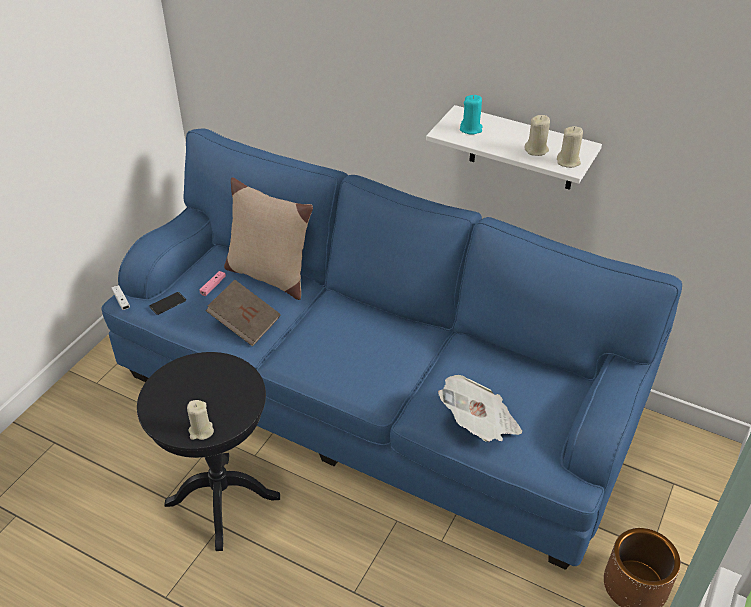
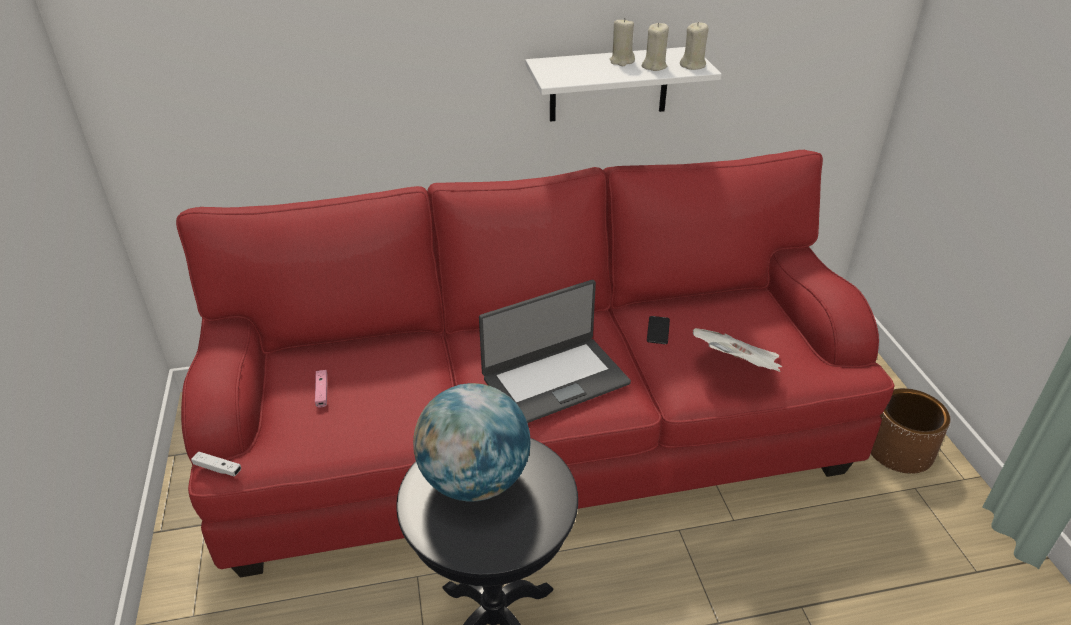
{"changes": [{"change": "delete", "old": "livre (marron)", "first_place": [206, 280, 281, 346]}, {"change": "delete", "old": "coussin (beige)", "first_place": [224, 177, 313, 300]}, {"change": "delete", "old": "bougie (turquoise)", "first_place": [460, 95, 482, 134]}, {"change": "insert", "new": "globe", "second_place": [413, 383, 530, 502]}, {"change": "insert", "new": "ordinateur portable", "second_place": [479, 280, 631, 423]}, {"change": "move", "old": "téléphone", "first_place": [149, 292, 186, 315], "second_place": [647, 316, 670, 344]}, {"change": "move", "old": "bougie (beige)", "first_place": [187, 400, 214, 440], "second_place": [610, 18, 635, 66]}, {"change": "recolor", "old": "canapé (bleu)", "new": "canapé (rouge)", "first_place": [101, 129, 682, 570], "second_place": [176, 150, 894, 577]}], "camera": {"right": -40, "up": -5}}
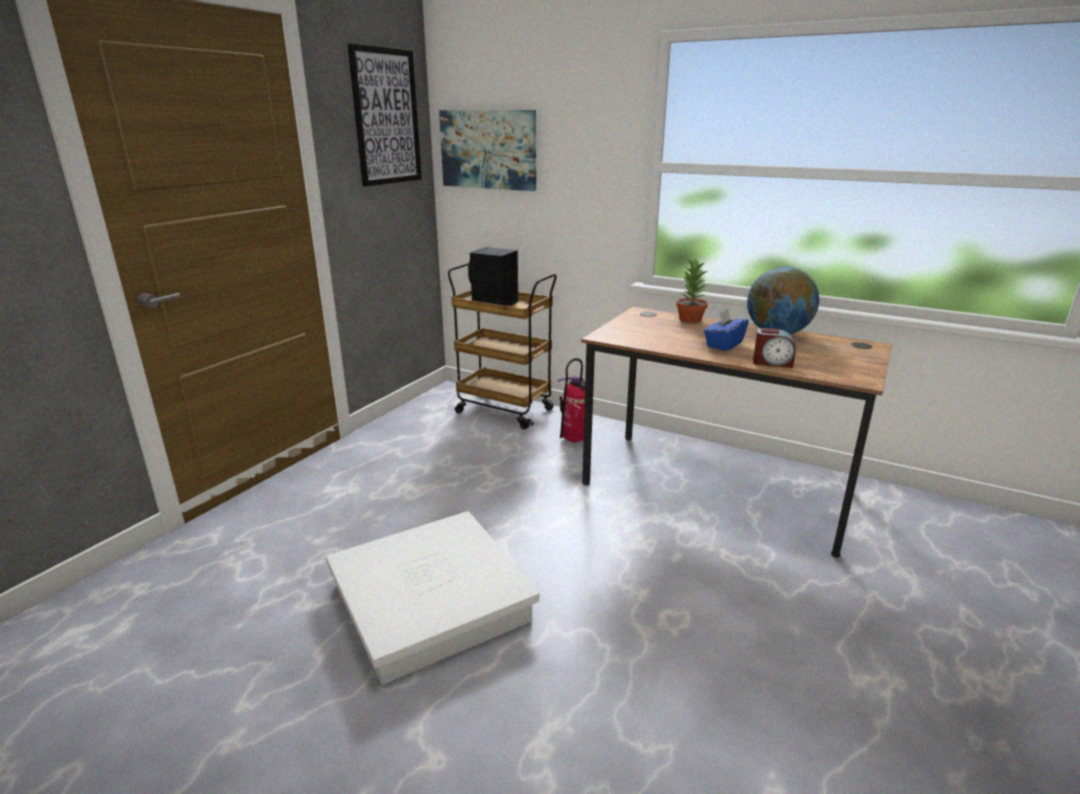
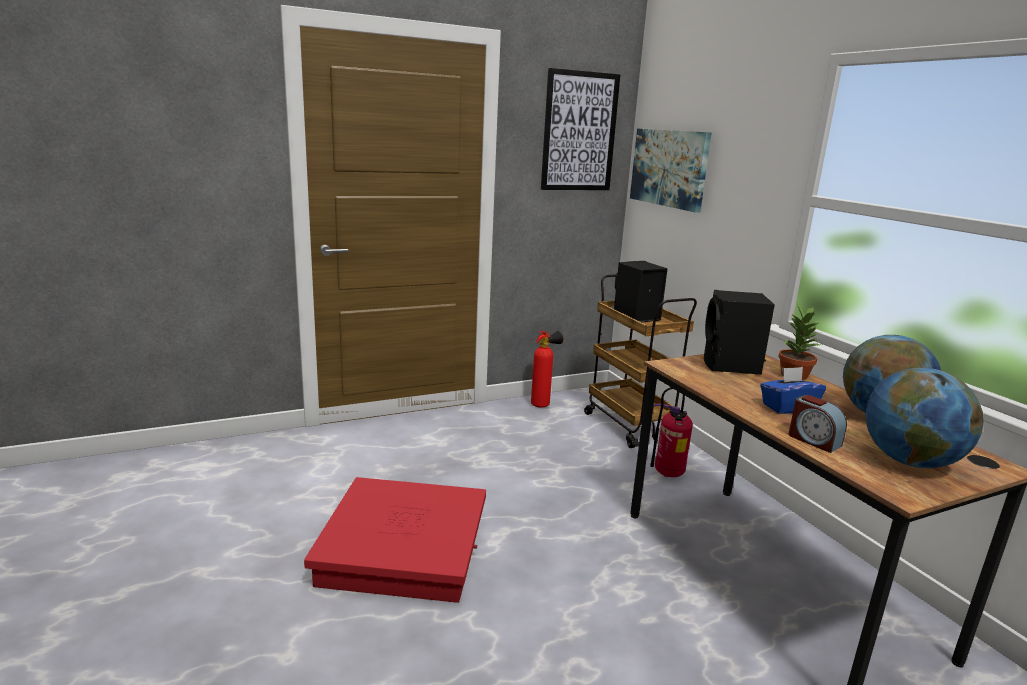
{"changes": [{"change": "insert", "new": "extincteur", "second_place": [531, 331, 563, 408]}, {"change": "insert", "new": "enceinte (noir)", "second_place": [704, 290, 775, 375]}, {"change": "insert", "new": "globe", "second_place": [866, 367, 984, 468]}, {"change": "recolor", "old": "boîte de rangement (blanc)", "new": "boîte de rangement (rouge)", "first_place": [326, 511, 540, 685], "second_place": [304, 477, 486, 603]}], "camera": {"right": 35, "up": -5}}
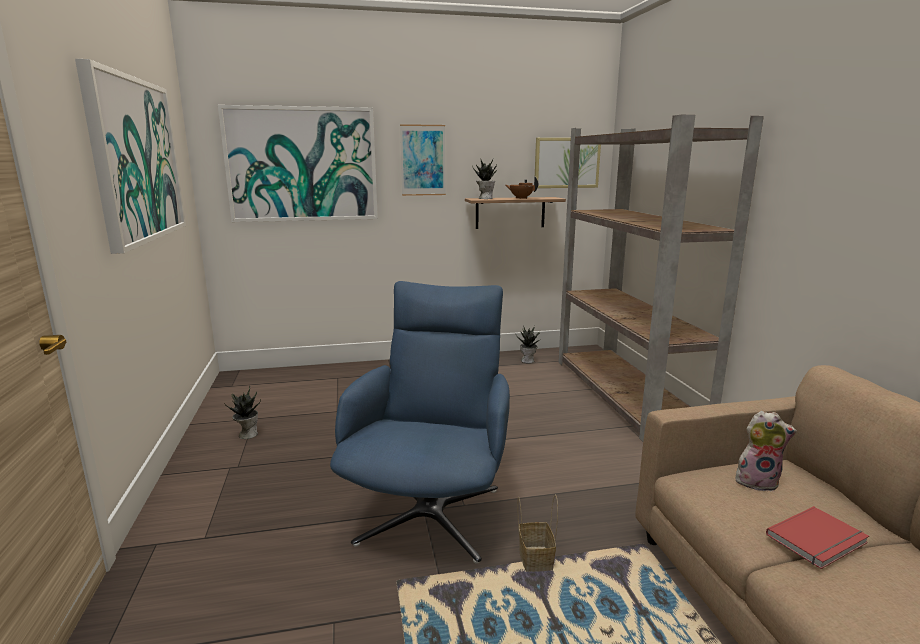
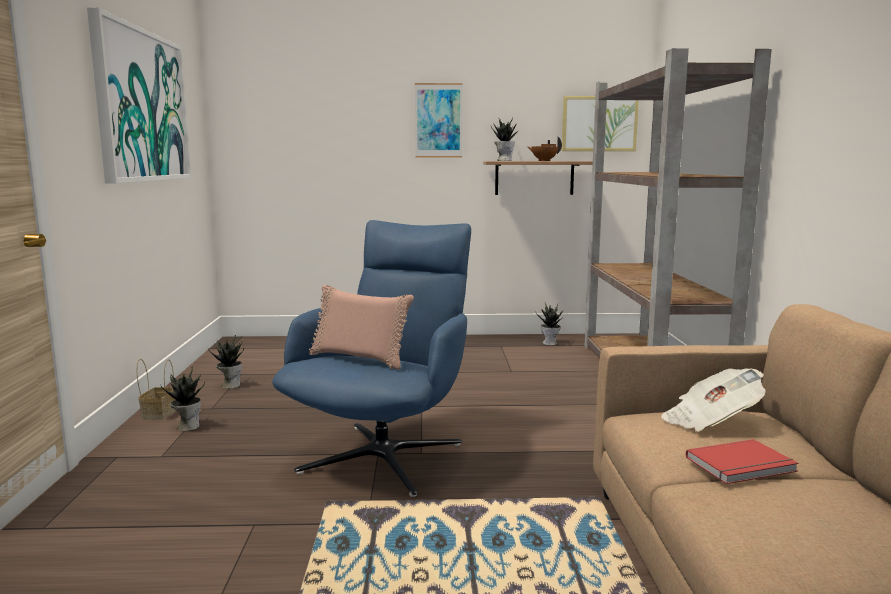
{"changes": [{"change": "delete", "old": "tableau", "first_place": [218, 105, 378, 222]}, {"change": "insert", "new": "plante en pot", "second_place": [161, 367, 205, 431]}, {"change": "insert", "new": "coussin (beige)", "second_place": [309, 285, 414, 370]}, {"change": "move", "old": "panier", "first_place": [517, 495, 558, 572], "second_place": [136, 359, 176, 420]}, {"change": "replace", "old": "peluche", "new": "journal", "first_place": [735, 411, 797, 491], "second_place": [661, 369, 766, 431]}], "camera": {"right": 10, "up": -5}}
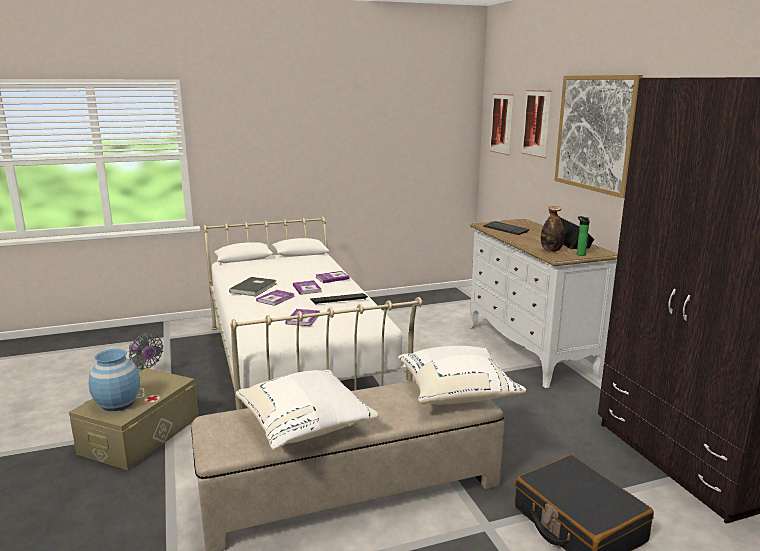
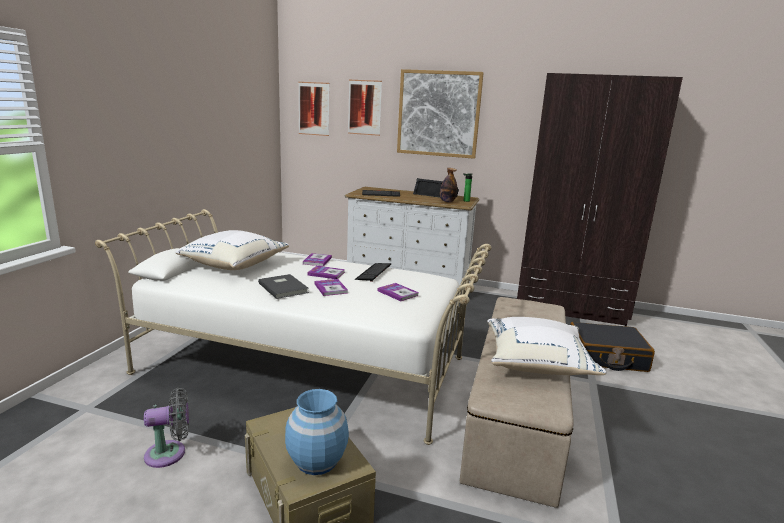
{"changes": [{"change": "move", "old": "coussin (blanc)", "first_place": [398, 346, 526, 405], "second_place": [175, 230, 289, 270]}], "camera": {"right": -55, "up": 0}}
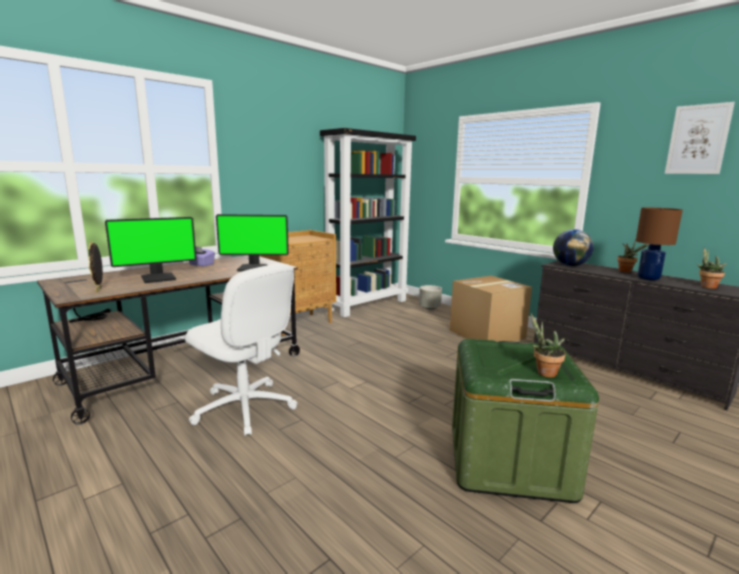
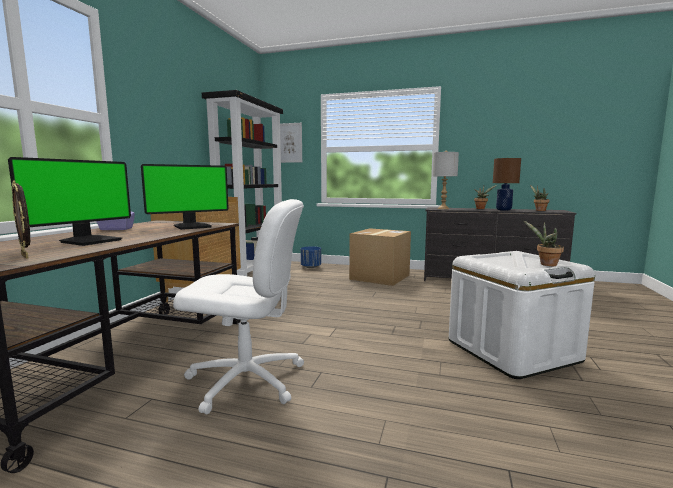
{"changes": [{"change": "move", "old": "tableau", "first_place": [665, 102, 735, 174], "second_place": [280, 123, 302, 163]}, {"change": "replace", "old": "globe", "new": "lampe de table (gris)", "first_place": [553, 229, 594, 266], "second_place": [433, 150, 459, 209]}, {"change": "recolor", "old": "cache-pot (gris)", "new": "cache-pot (bleu)", "first_place": [419, 285, 442, 310], "second_place": [301, 246, 321, 268]}, {"change": "recolor", "old": "boîte de rangement (vert)", "new": "boîte de rangement (blanc)", "first_place": [452, 339, 599, 503], "second_place": [449, 251, 595, 379]}], "camera": {"right": -30, "up": -5}}
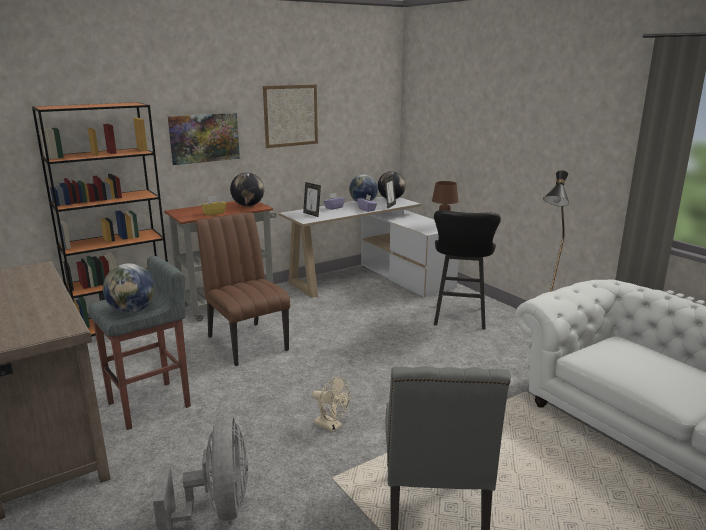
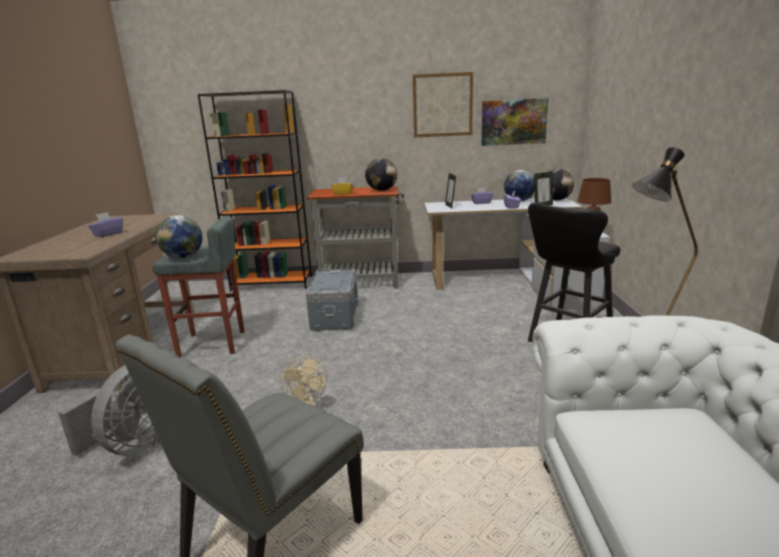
{"changes": [{"change": "insert", "new": "boîte à mouchoirs (violet)", "second_place": [88, 212, 123, 237]}, {"change": "move", "old": "tableau", "first_place": [168, 113, 240, 165], "second_place": [482, 98, 548, 146]}, {"change": "replace", "old": "chaise (marron)", "new": "boîte de rangement (gris)", "first_place": [195, 212, 291, 366], "second_place": [306, 268, 358, 331]}], "camera": {"right": 35, "up": 0}}
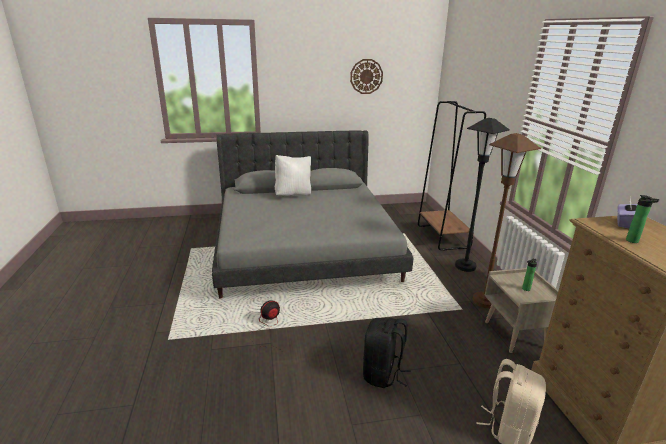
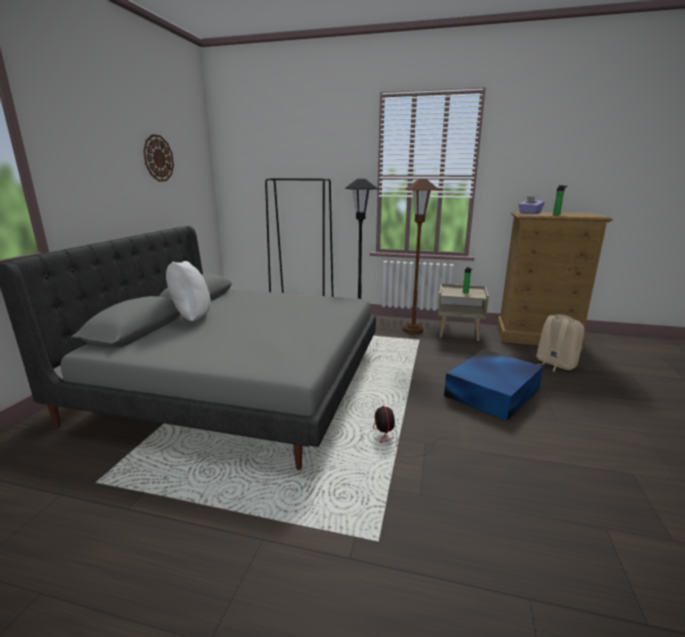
{"changes": [{"change": "replace", "old": "sac à dos (noir)", "new": "boîte de rangement (bleu)", "first_place": [363, 318, 411, 388], "second_place": [444, 349, 543, 421]}], "camera": {"right": -65, "up": -5}}
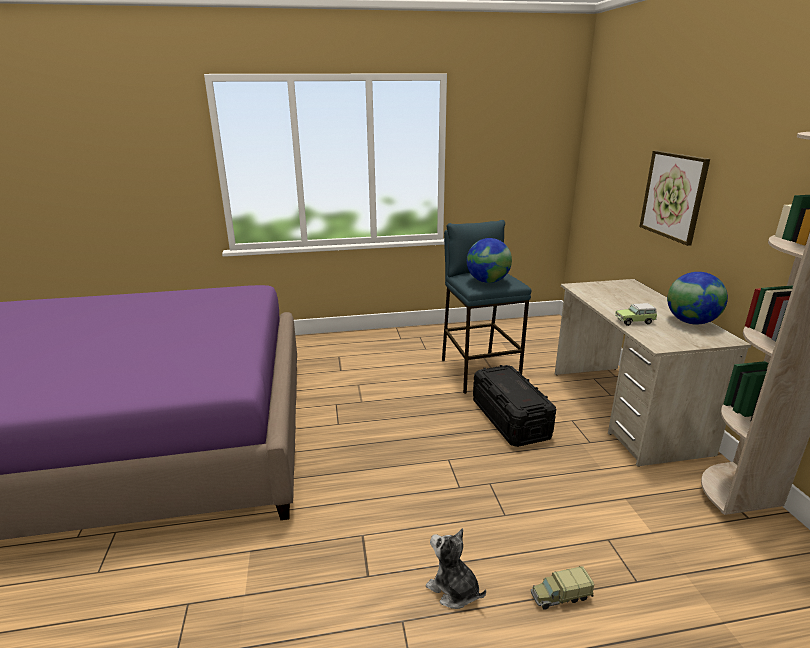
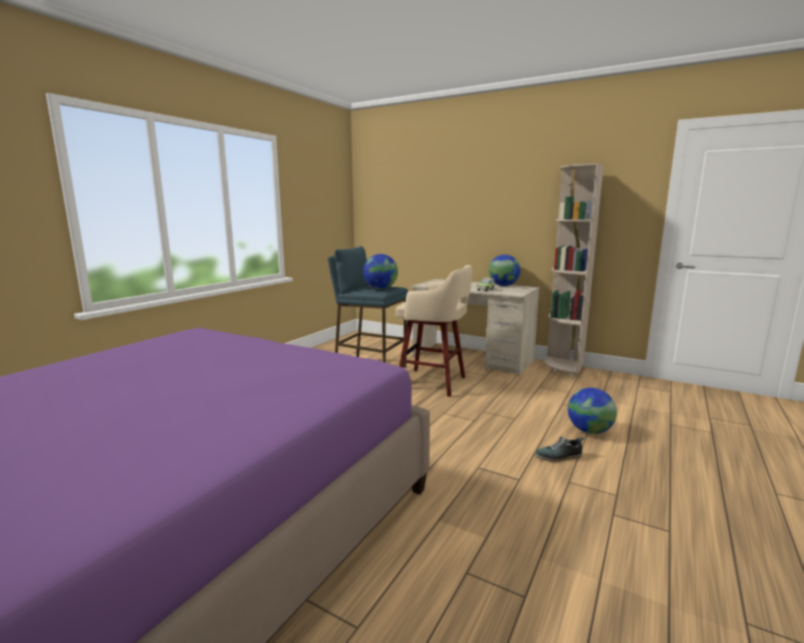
{"changes": [{"change": "delete", "old": "tableau", "first_place": [639, 151, 710, 246]}, {"change": "replace", "old": "peluche", "new": "chaussure", "first_place": [426, 528, 486, 609], "second_place": [535, 437, 584, 462]}, {"change": "replace", "old": "boîte de rangement (noir)", "new": "tabouret (beige)", "first_place": [473, 365, 556, 447], "second_place": [396, 265, 472, 397]}, {"change": "replace", "old": "camion jouet", "new": "globe", "first_place": [531, 566, 594, 610], "second_place": [568, 388, 617, 434]}], "camera": {"right": -50, "up": -10}}
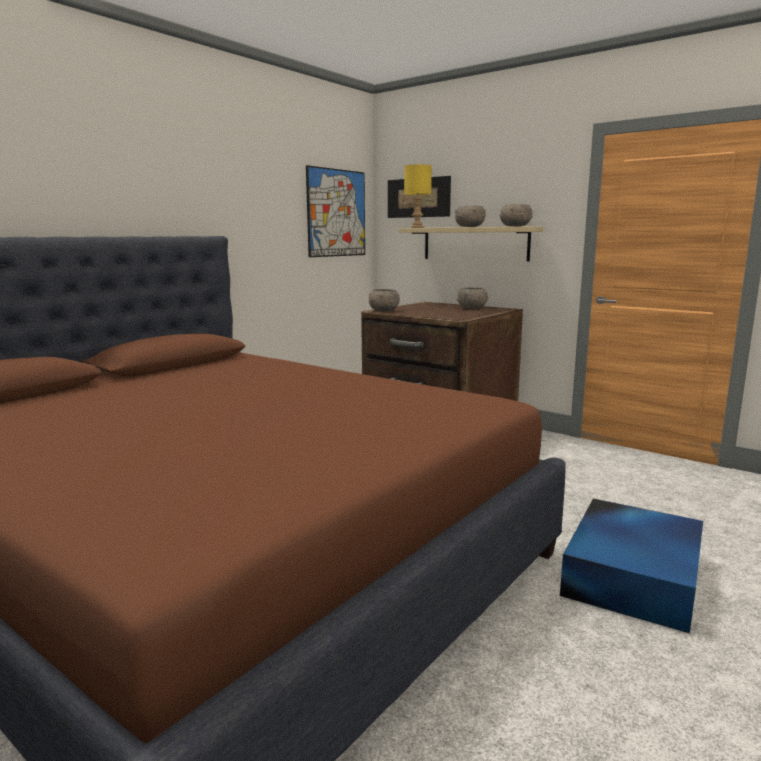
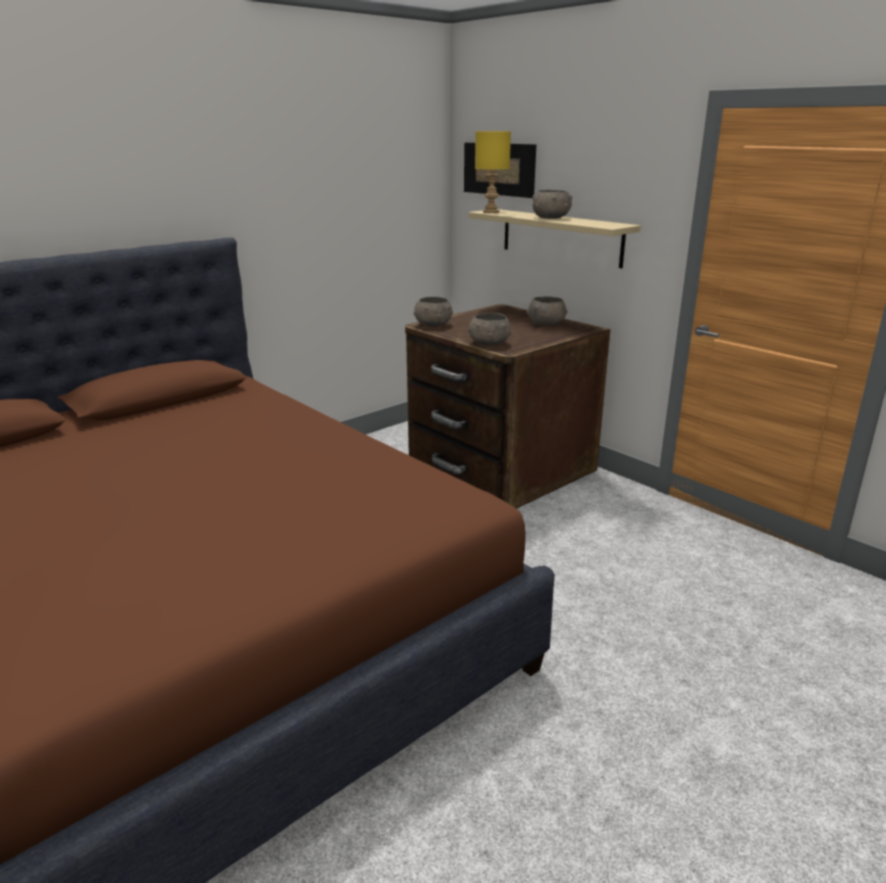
{"changes": [{"change": "delete", "old": "tableau", "first_place": [306, 165, 365, 257]}, {"change": "delete", "old": "boîte de rangement (bleu)", "first_place": [560, 499, 703, 633]}, {"change": "move", "old": "bol (gris)", "first_place": [500, 204, 533, 227], "second_place": [468, 313, 511, 346]}], "camera": {"right": 10, "up": 10}}
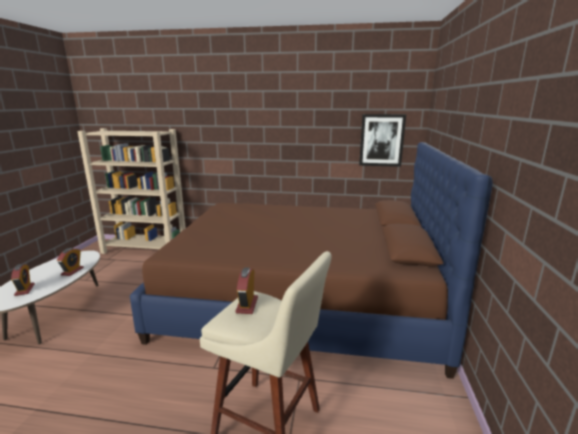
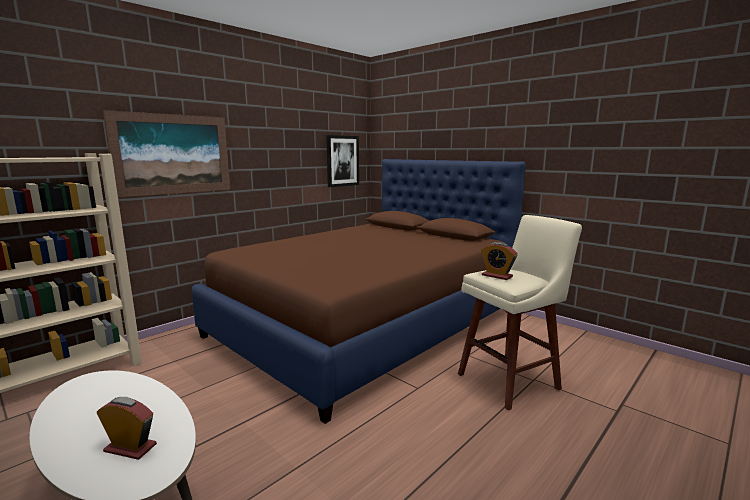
{"changes": [{"change": "delete", "old": "réveil", "first_place": [57, 248, 84, 276]}, {"change": "insert", "new": "tableau", "second_place": [103, 110, 230, 197]}], "camera": {"right": -55, "up": -5}}
